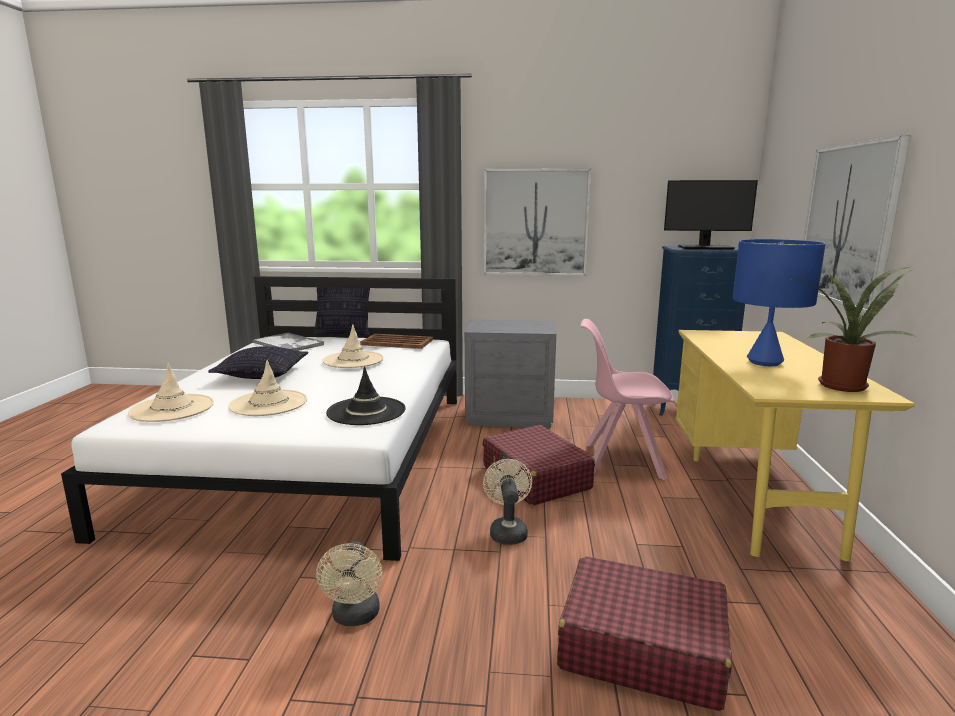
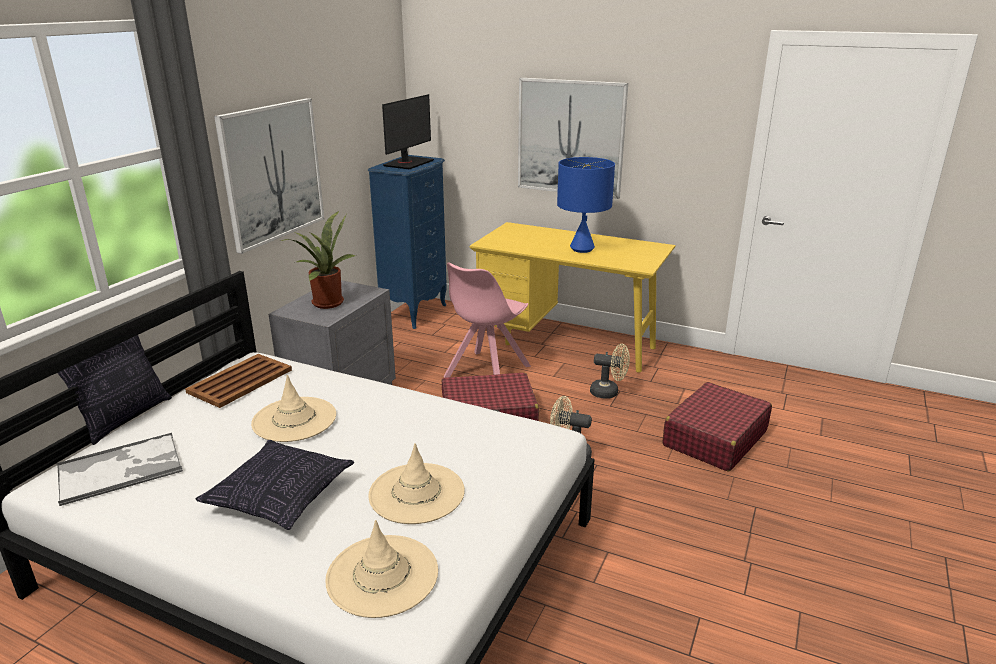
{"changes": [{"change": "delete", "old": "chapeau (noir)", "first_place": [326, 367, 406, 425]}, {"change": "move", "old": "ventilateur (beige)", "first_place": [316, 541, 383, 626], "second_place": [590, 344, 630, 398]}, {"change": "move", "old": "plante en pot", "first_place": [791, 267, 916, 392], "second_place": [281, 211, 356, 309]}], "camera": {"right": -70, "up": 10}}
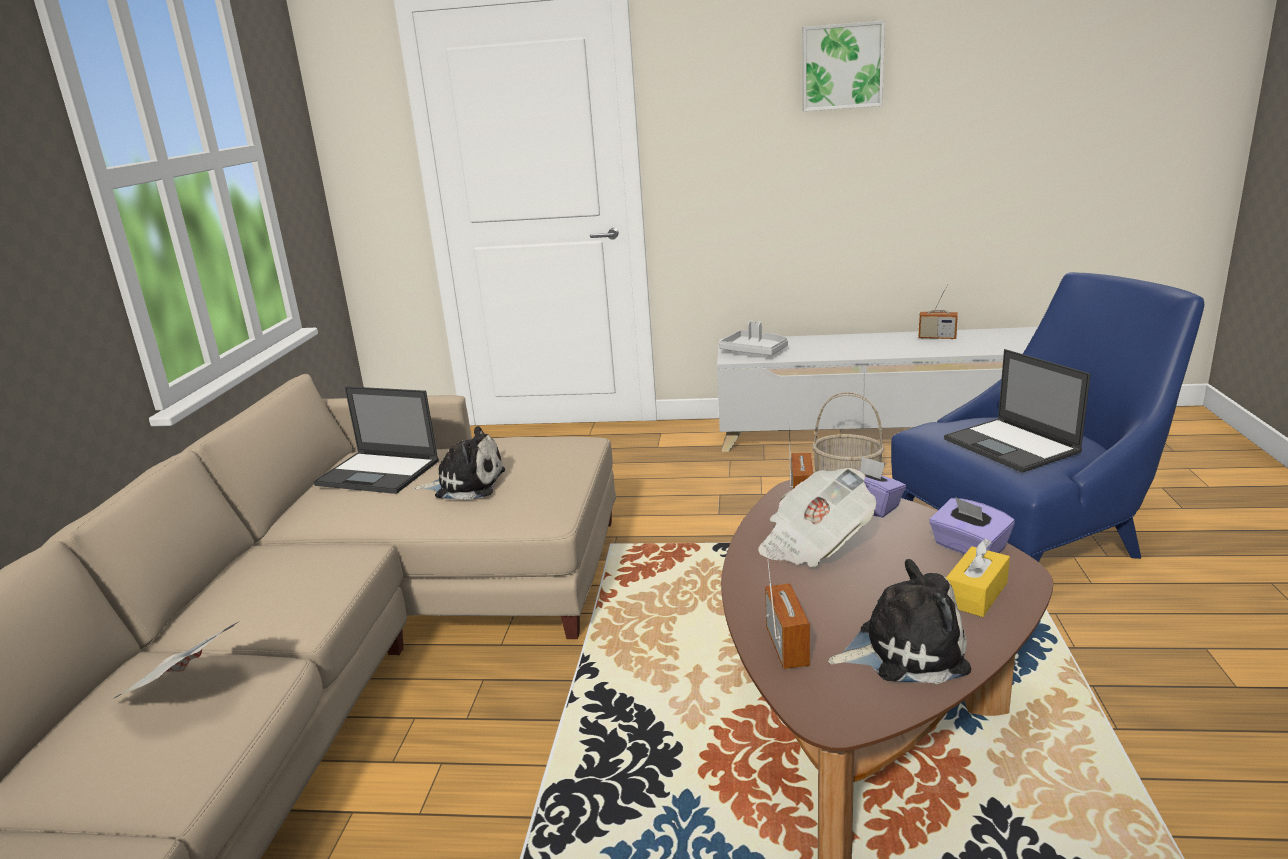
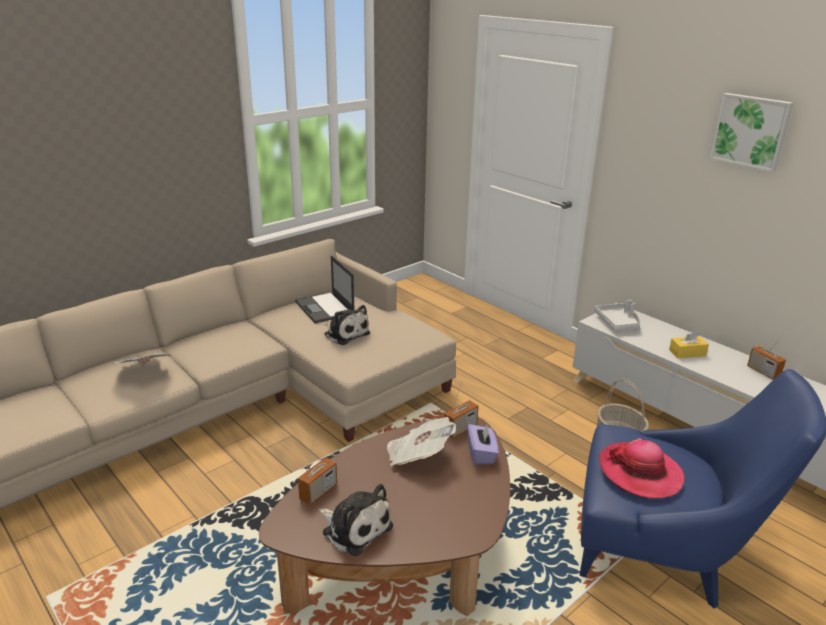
{"changes": [{"change": "delete", "old": "boîte à mouchoirs (violet)", "first_place": [929, 497, 1015, 555]}, {"change": "move", "old": "boîte à mouchoirs (jaune)", "first_place": [946, 539, 1010, 617], "second_place": [669, 330, 709, 358]}, {"change": "replace", "old": "ordinateur portable", "new": "chapeau", "first_place": [944, 349, 1091, 473], "second_place": [599, 438, 684, 499]}], "camera": {"right": 40, "up": 5}}
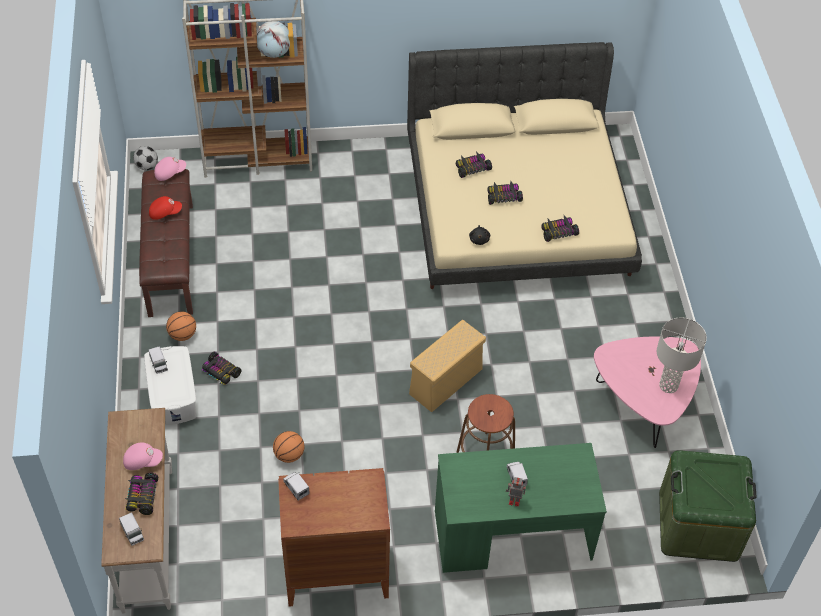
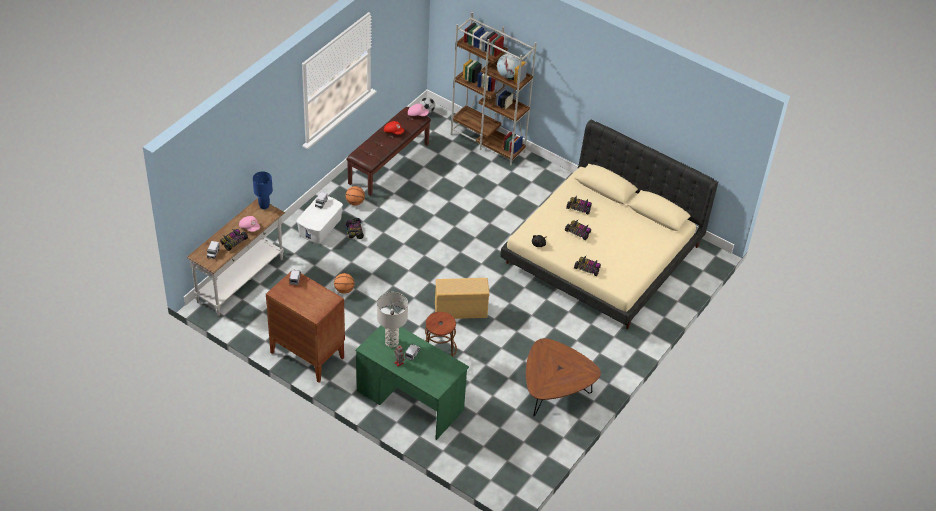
{"changes": [{"change": "delete", "old": "boîte de rangement (vert)", "first_place": [659, 450, 756, 562]}, {"change": "insert", "new": "lampe de table (bleu)", "second_place": [253, 171, 273, 209]}, {"change": "move", "old": "lampe de table (blanc)", "first_place": [657, 318, 707, 393], "second_place": [377, 292, 408, 347]}, {"change": "recolor", "old": "table basse (rose)", "new": "table basse (marron)", "first_place": [594, 337, 701, 448], "second_place": [526, 338, 601, 416]}], "camera": {"right": 40, "up": -5}}
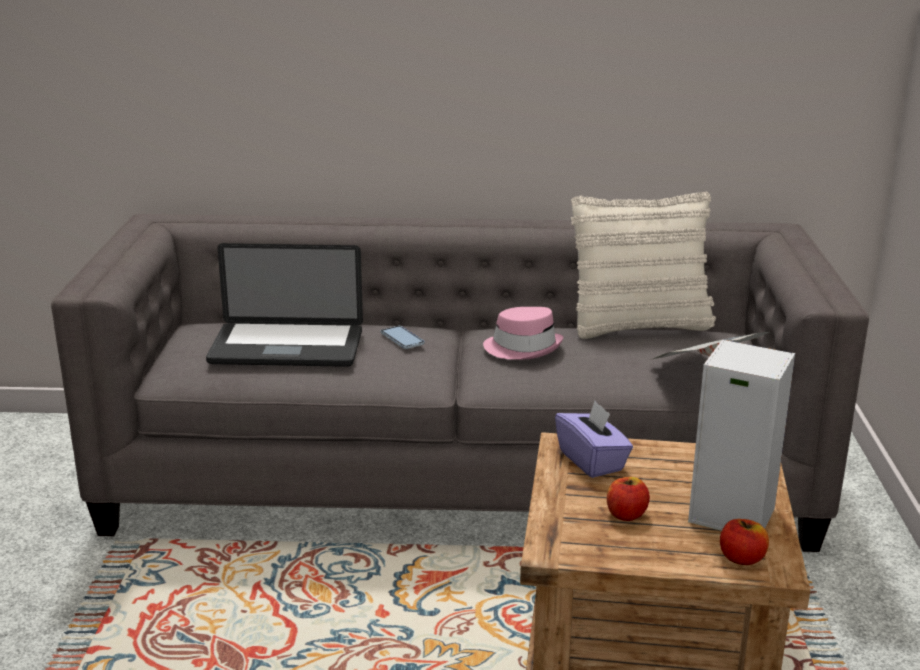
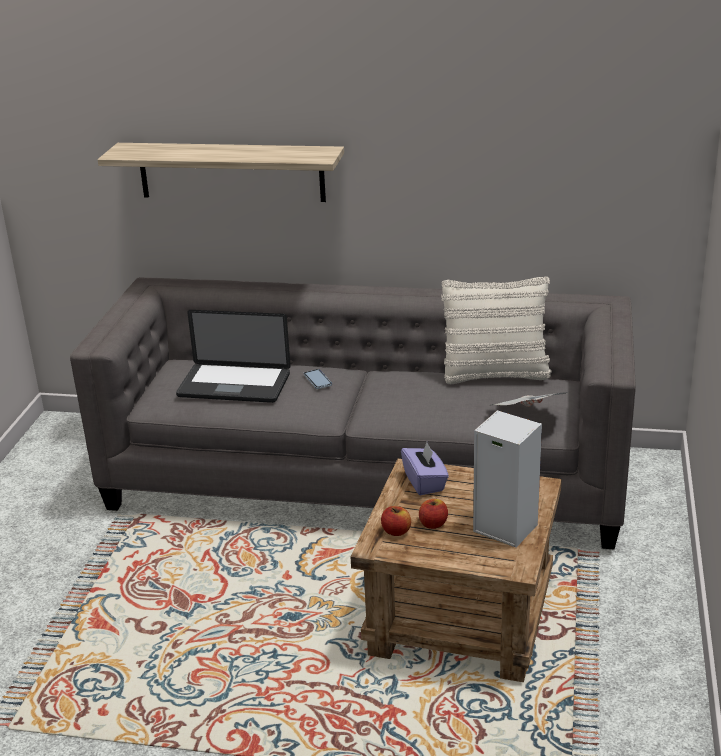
{"changes": [{"change": "delete", "old": "chapeau (rose)", "first_place": [483, 307, 563, 360]}, {"change": "insert", "new": "étagère", "second_place": [97, 143, 344, 202]}, {"change": "move", "old": "pomme", "first_place": [720, 519, 769, 565], "second_place": [381, 506, 411, 536]}], "camera": {"right": 10, "up": 5}}
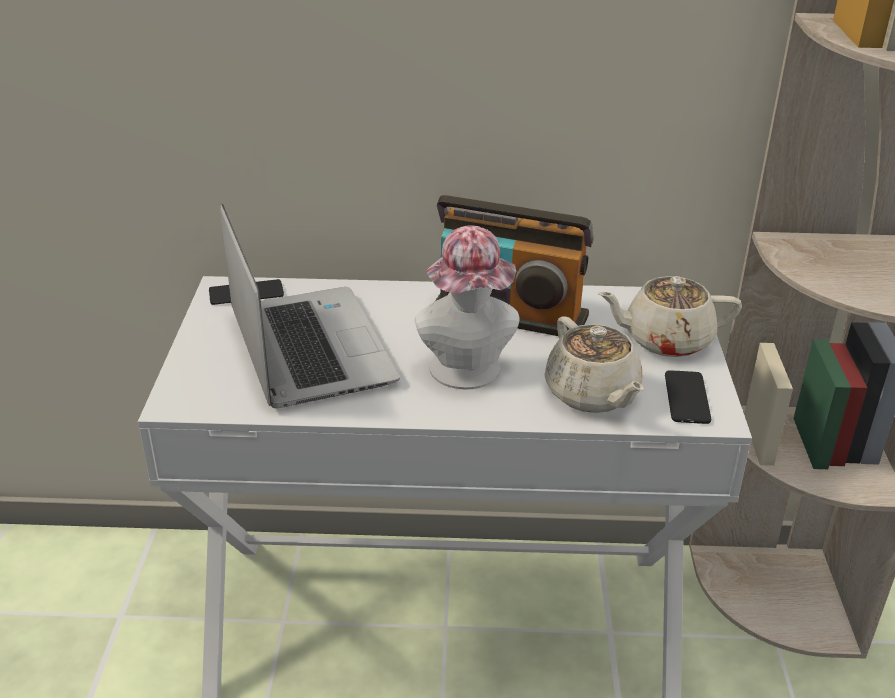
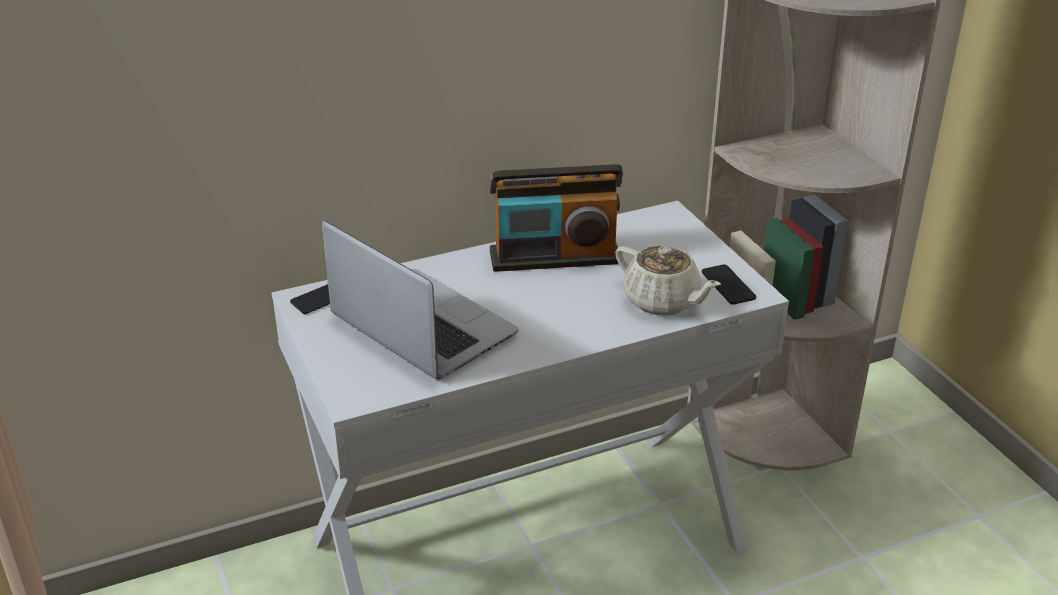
{"changes": [{"change": "delete", "old": "chapeau", "first_place": [414, 225, 520, 389]}, {"change": "delete", "old": "théière (beige)", "first_place": [598, 276, 742, 357]}], "camera": {"right": -25, "up": 0}}
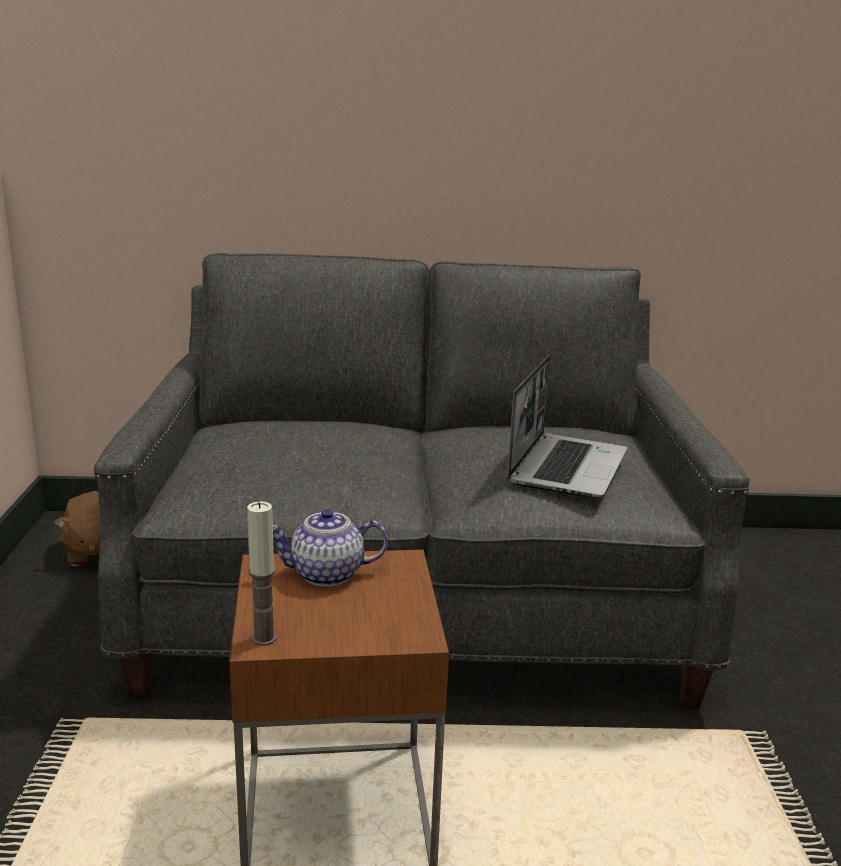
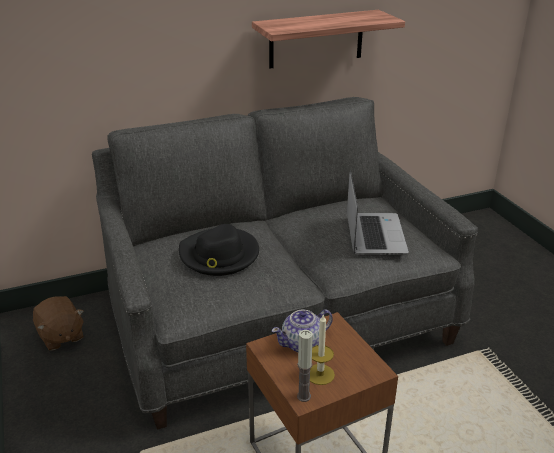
{"changes": [{"change": "insert", "new": "chapeau (noir)", "second_place": [179, 224, 259, 276]}, {"change": "insert", "new": "étagère", "second_place": [252, 10, 405, 69]}, {"change": "insert", "new": "bougie", "second_place": [310, 315, 335, 385]}], "camera": {"right": -20, "up": 10}}
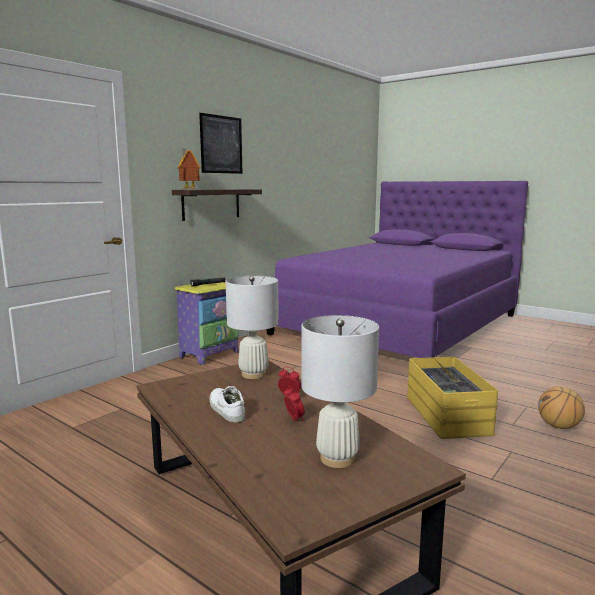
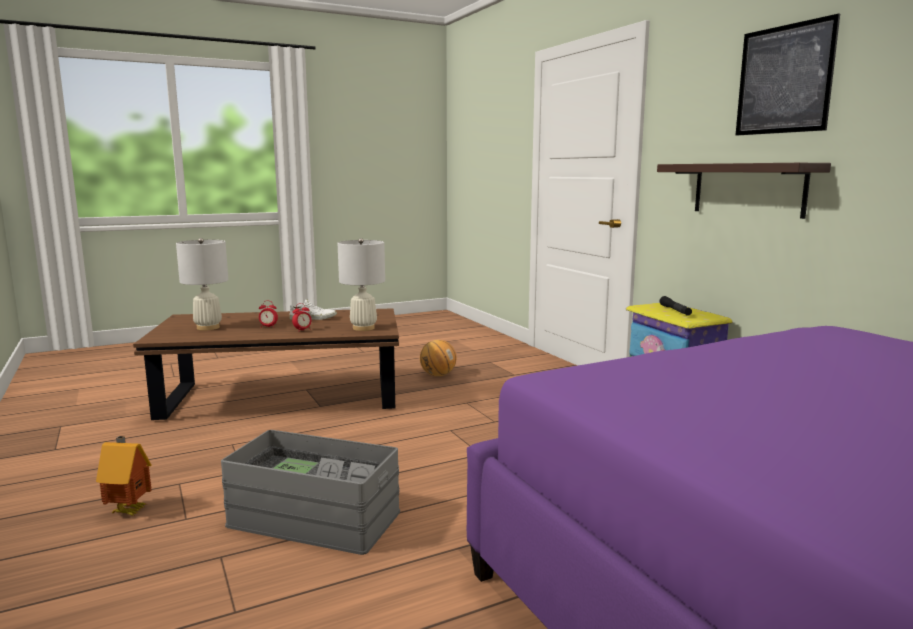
{"changes": [{"change": "move", "old": "maison miniature", "first_place": [177, 149, 201, 189], "second_place": [96, 436, 152, 516]}, {"change": "move", "old": "ballon de basket", "first_place": [538, 387, 585, 429], "second_place": [420, 340, 456, 377]}, {"change": "recolor", "old": "boîte de rangement (jaune)", "new": "boîte de rangement (gris)", "first_place": [407, 357, 498, 439], "second_place": [221, 430, 400, 555]}], "camera": {"right": 115, "up": 0}}
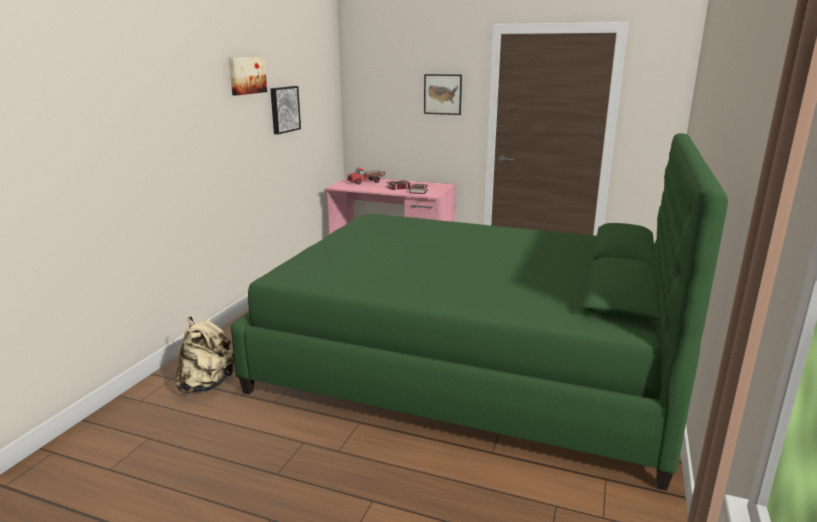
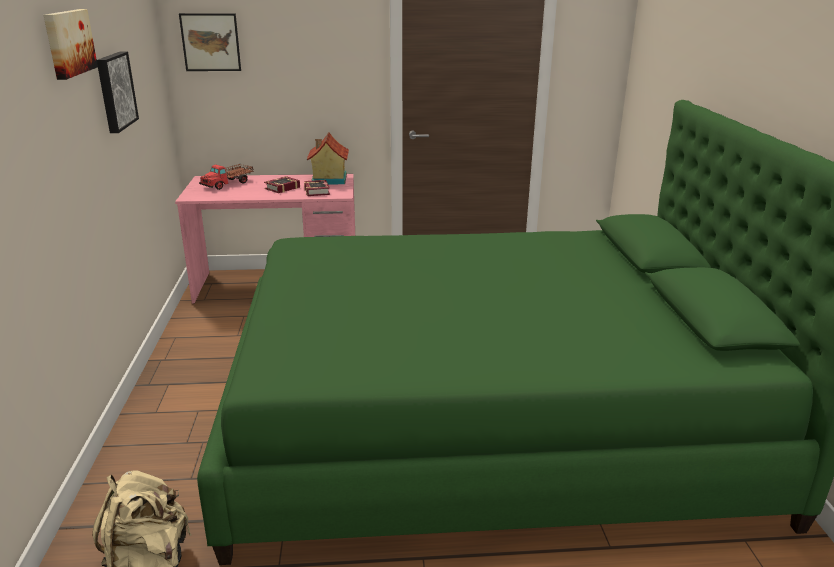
{"changes": [{"change": "insert", "new": "maison miniature", "second_place": [307, 132, 349, 184]}, {"change": "move", "old": "tableau", "first_place": [424, 74, 462, 115], "second_place": [179, 13, 241, 71]}], "camera": {"right": -25, "up": 5}}
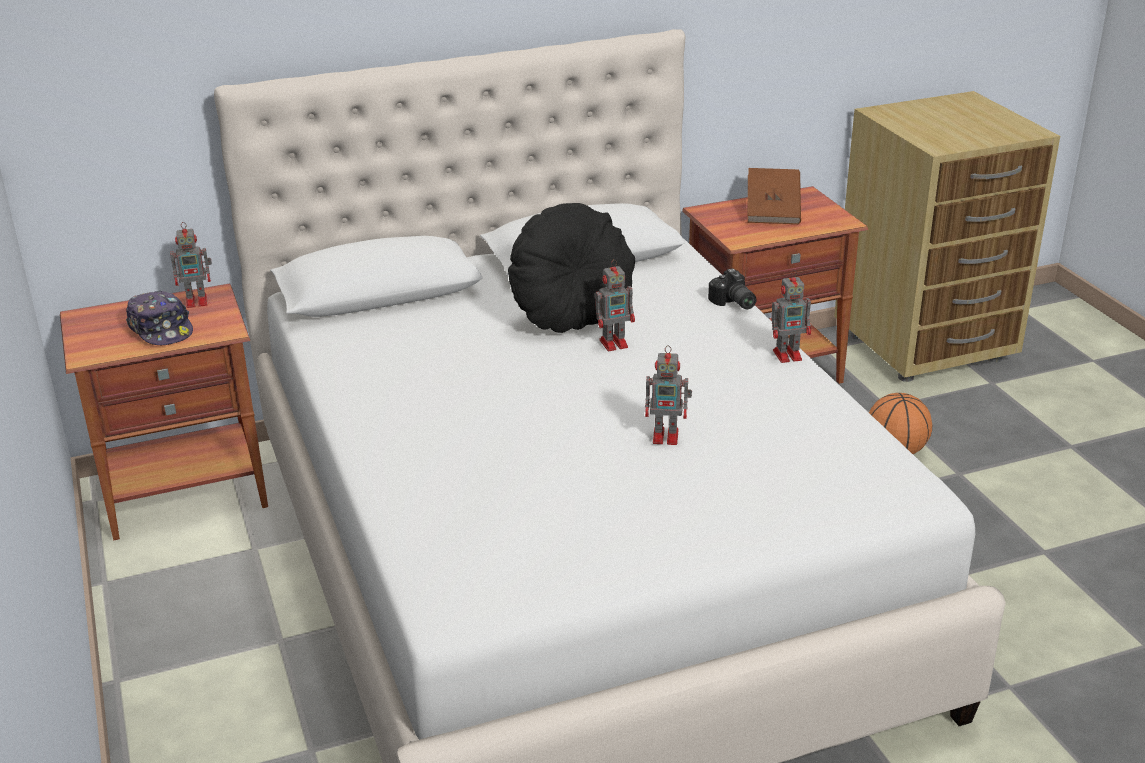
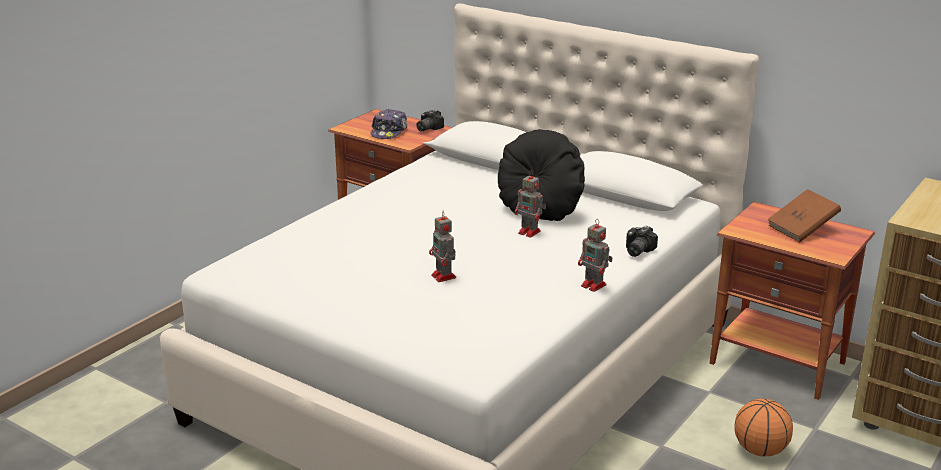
{"changes": [{"change": "replace", "old": "robot jouet", "new": "appareil photo", "first_place": [170, 222, 212, 308], "second_place": [416, 110, 444, 131]}], "camera": {"right": 55, "up": -5}}
